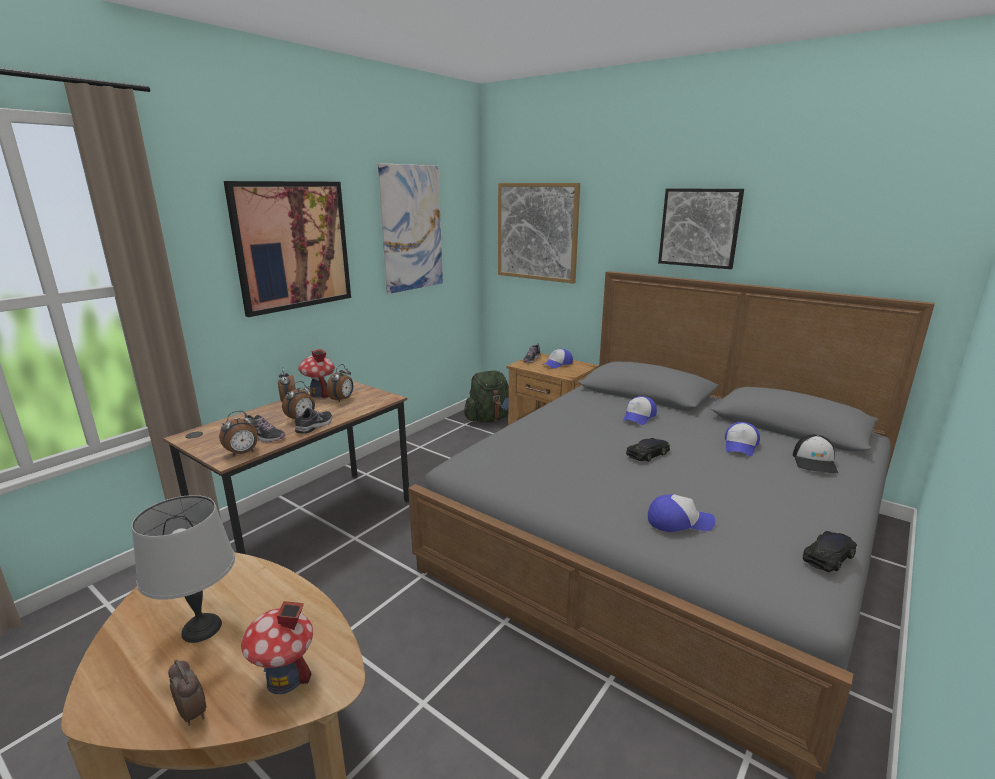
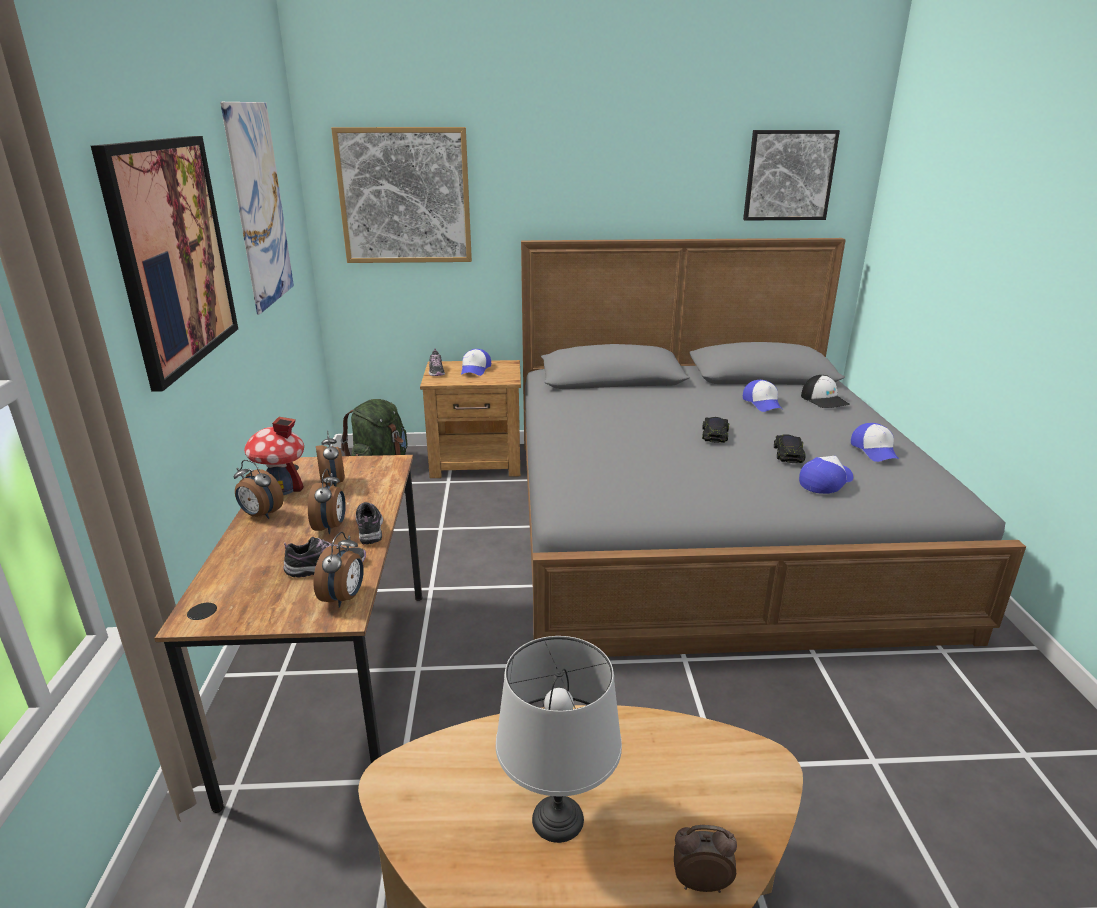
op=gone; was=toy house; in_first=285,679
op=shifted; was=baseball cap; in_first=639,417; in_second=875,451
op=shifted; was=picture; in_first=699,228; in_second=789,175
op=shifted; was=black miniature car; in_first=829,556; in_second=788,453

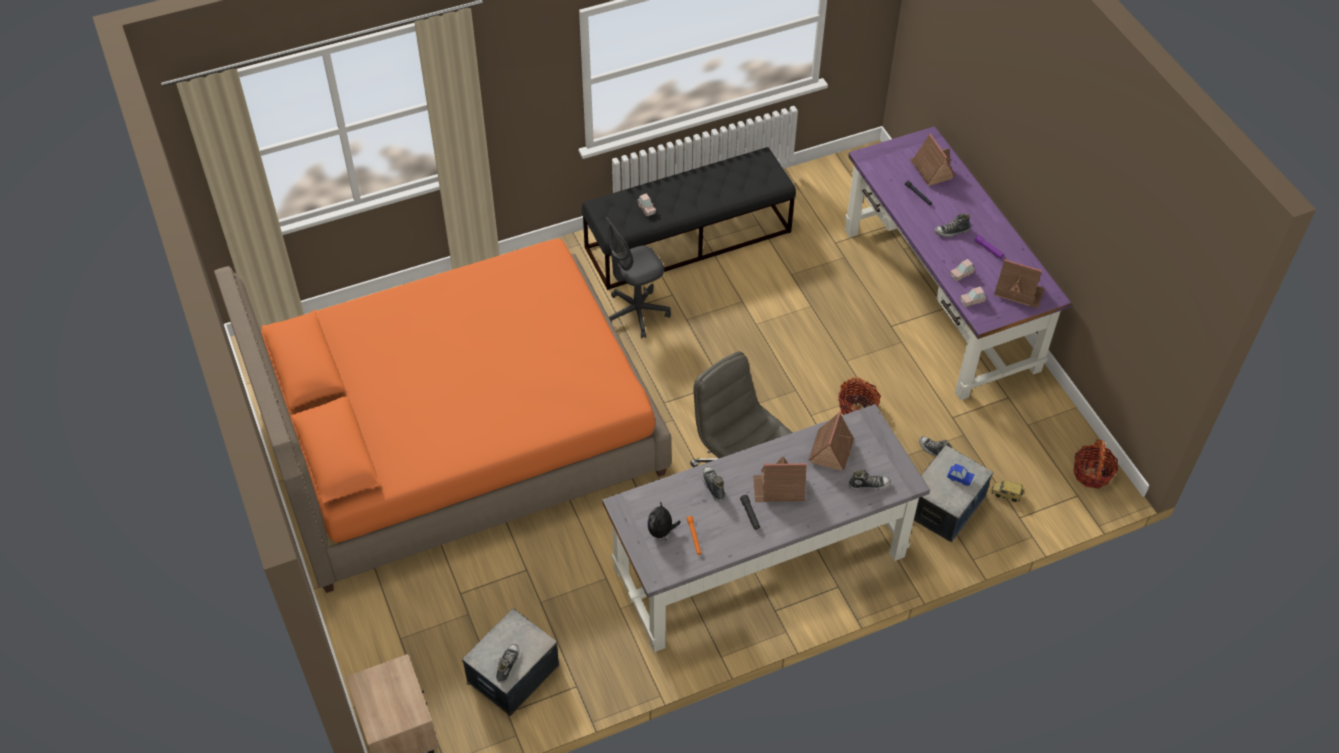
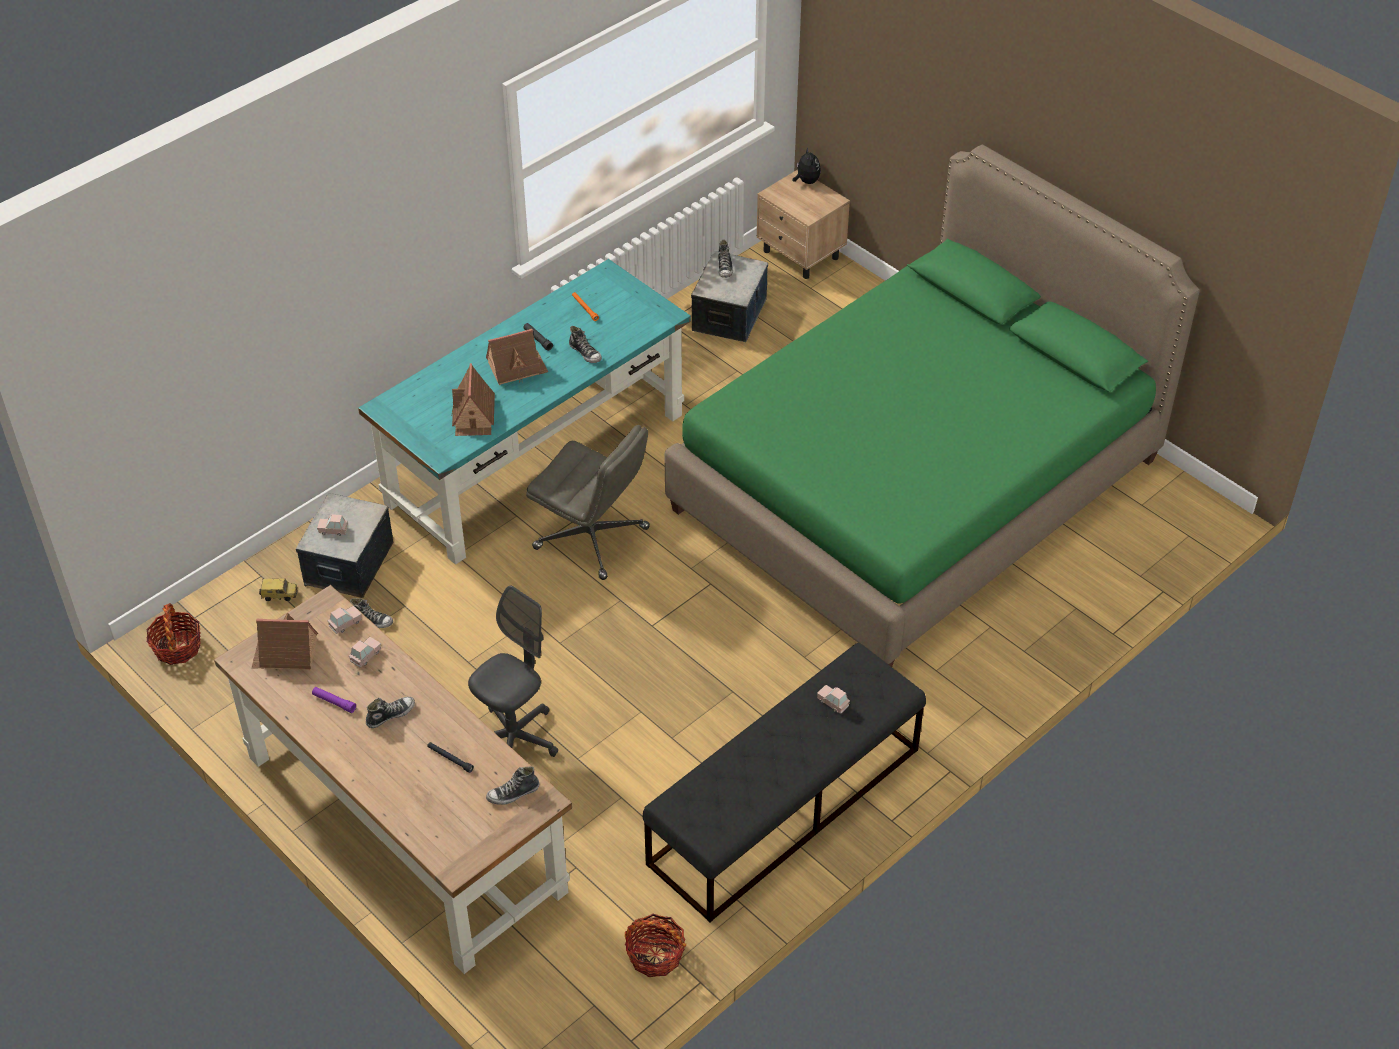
op=repainted; was=orange bed; now=green-coloured bed; in_first=459,437; in_second=915,485
op=repainted; was=greyish desk table; now=blue-green desk table; in_first=759,563; in_second=536,457
op=shifted; was=greyish desk chair; in_first=636,313; in_second=514,739
op=shifted; was=cuddly toy; in_first=661,531; in_second=806,181
op=shifted; was=basket; in_first=857,408; in_second=655,955
op=repainted; was=purplish desk table; now=brown-coloured desk table; in_first=940,299; in_second=402,823
op=shifted; was=shoe; in_first=869,484; in_second=513,794
op=gone; was=toy house; in_first=931,170
op=repainted; was=blue-coloured miniature car; now=pink miniature car; in_first=959,478; in_second=333,530

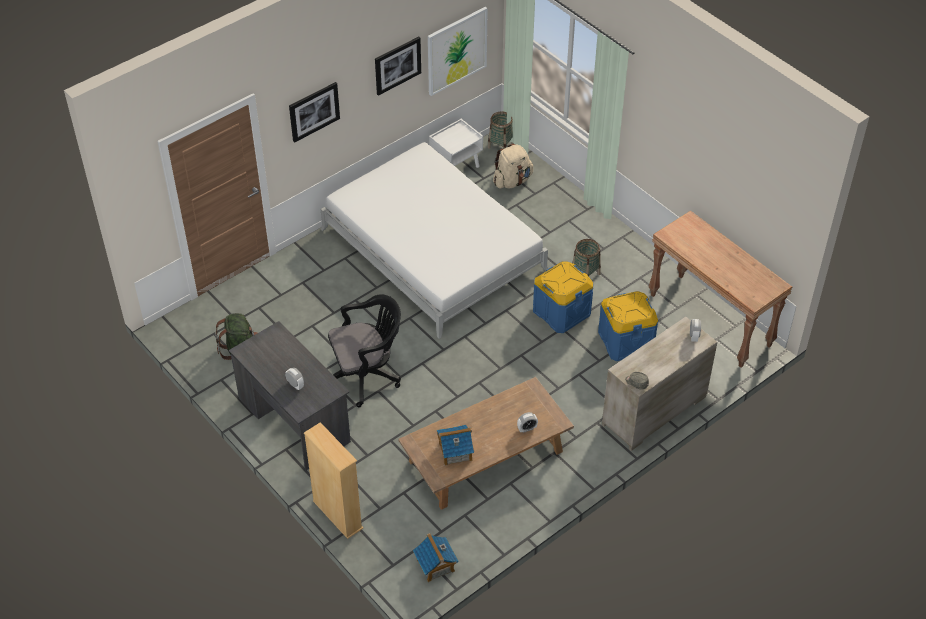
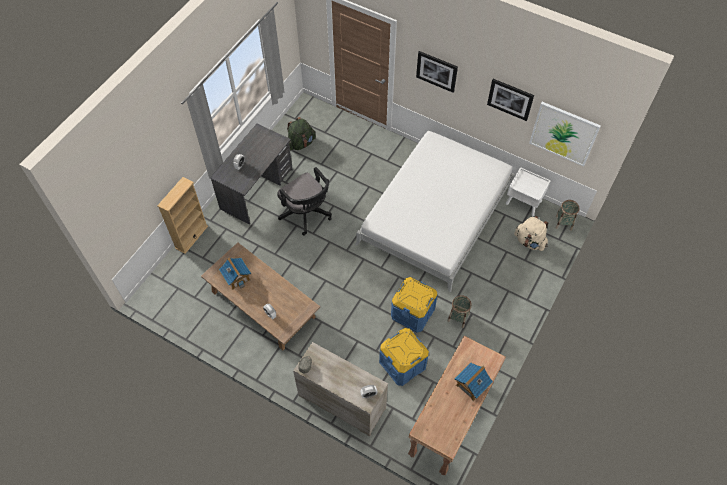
op=shifted; was=toy house; in_first=435,565; in_second=471,385

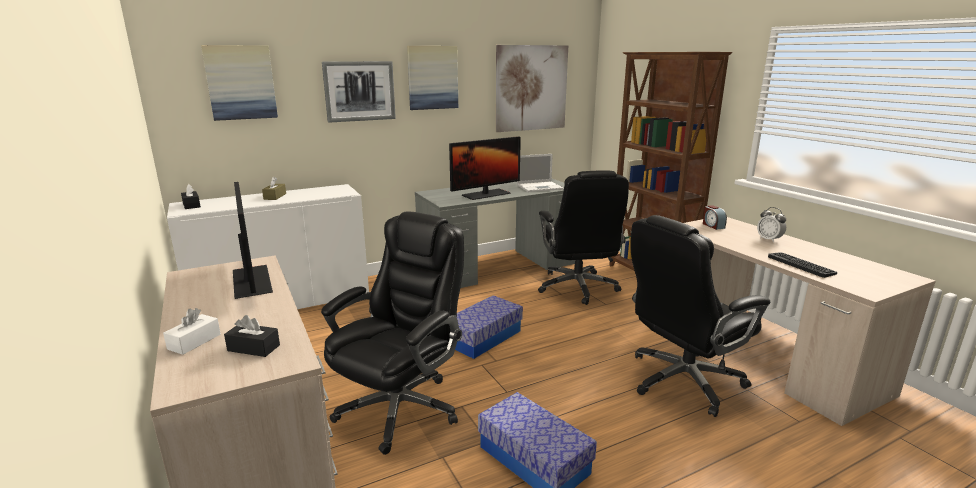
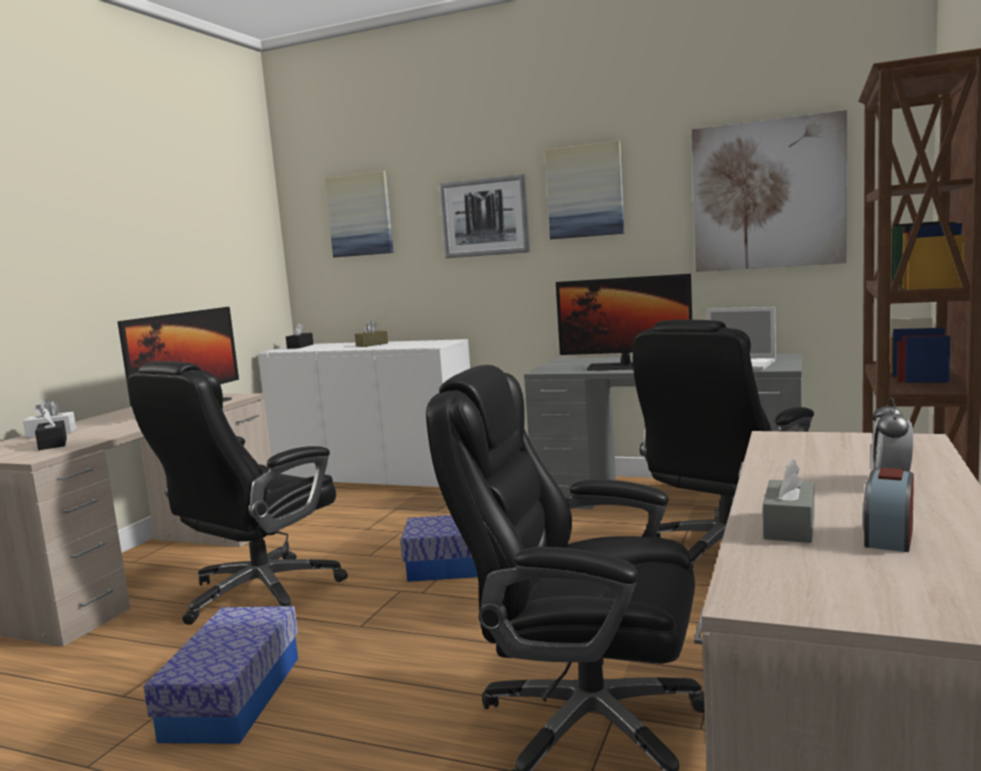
op=rotated; was=black desk chair; in_first=400,407; in_second=258,594; clockwise=135
op=shifted; was=alarm clock; in_first=713,226; in_second=888,537
op=swapped; was=keyboard; now=greyish tissue holder; in_first=801,265; in_second=789,526

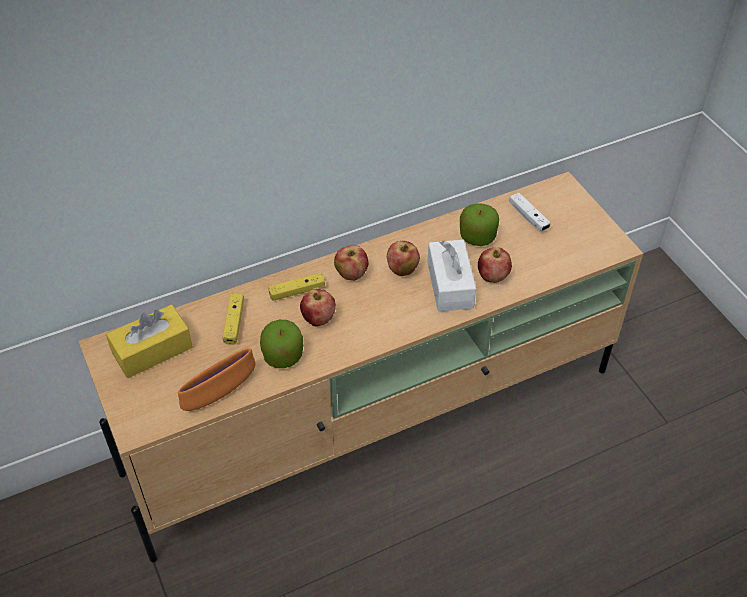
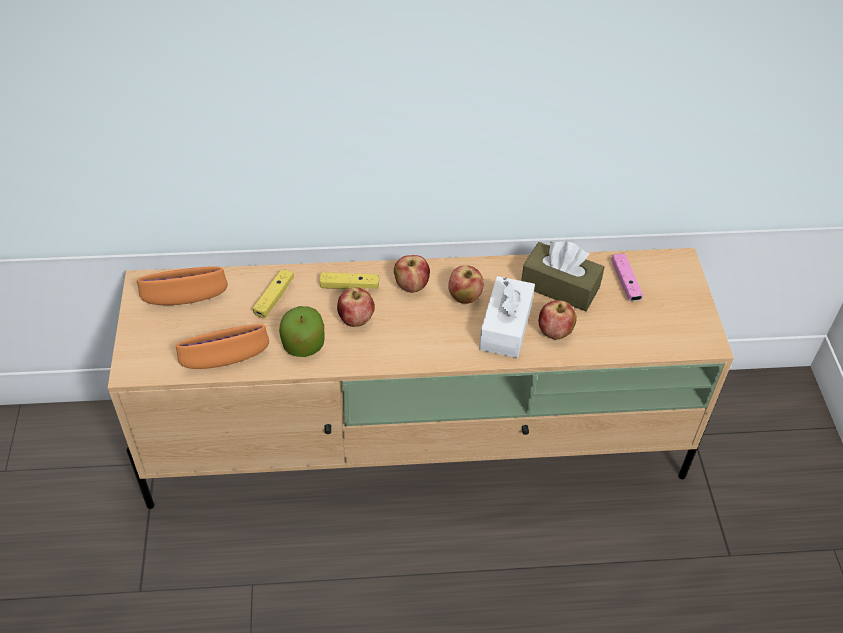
op=swapped; was=yellow tissue holder; now=orange bowl; in_first=152,350; in_second=186,300
op=swapped; was=whole apple; now=brown-coloured tissue holder; in_first=477,236; in_second=560,286
op=repainted; was=white game controller; now=pink game controller; in_first=528,217; in_second=625,282

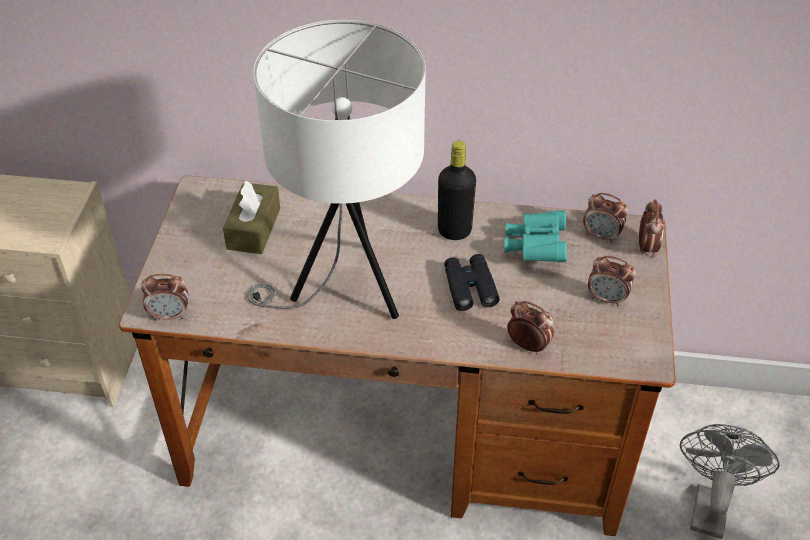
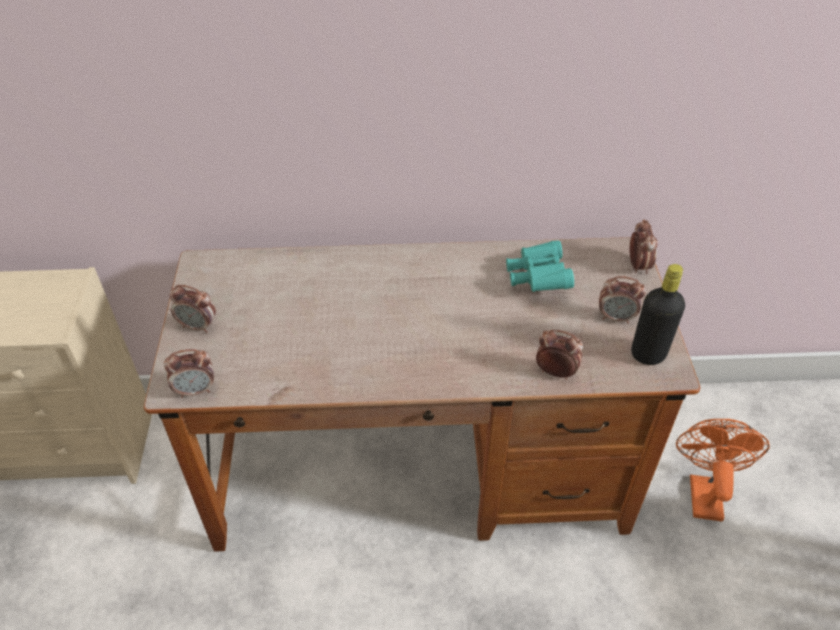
op=gone; was=brown-coloured tissue holder; in_first=254,228
op=gone; was=white lamp for a table; in_first=344,288
op=shifted; was=black drink bottle; in_first=454,231; in_second=648,354
op=gone; was=black binoculars; in_first=470,287
op=shifted; was=alarm clock; in_first=601,236; in_second=198,326
op=repainted; was=greyish cooling fan; now=orange cooling fan; in_first=709,504; in_second=703,491

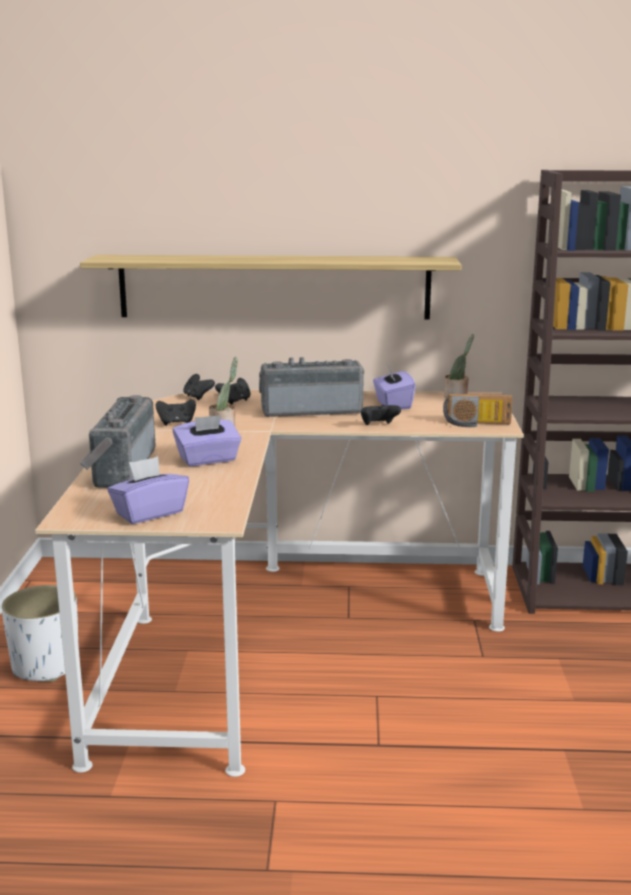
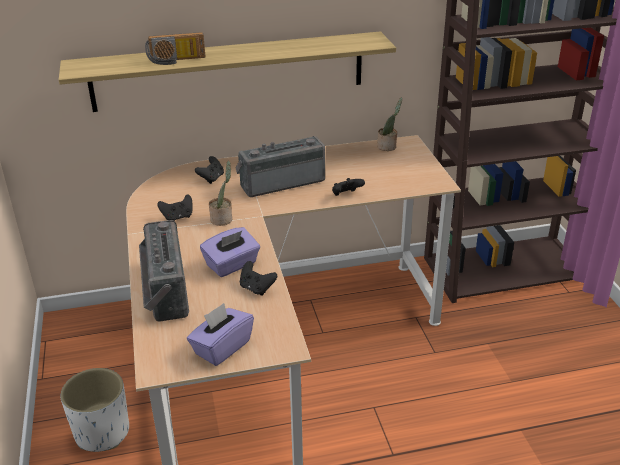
op=shifted; was=black game controller; in_first=197,397; in_second=256,288
op=gone; was=purplish tissue holder; in_first=392,404
op=shifted; was=radio receiver; in_first=476,424; in_second=176,60

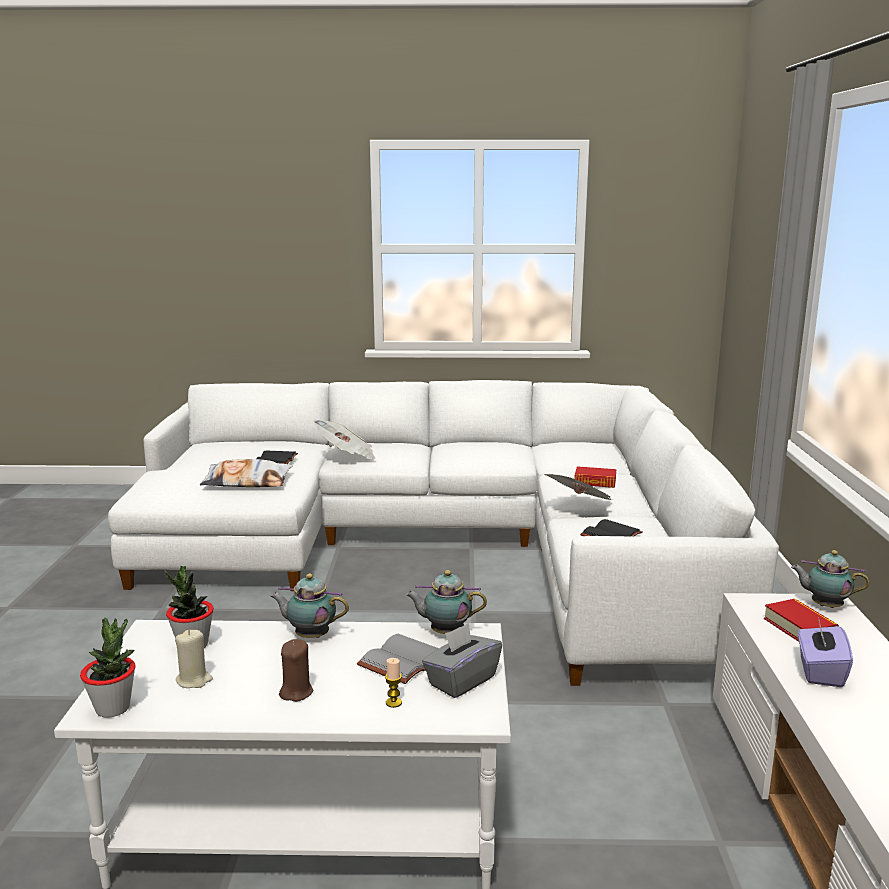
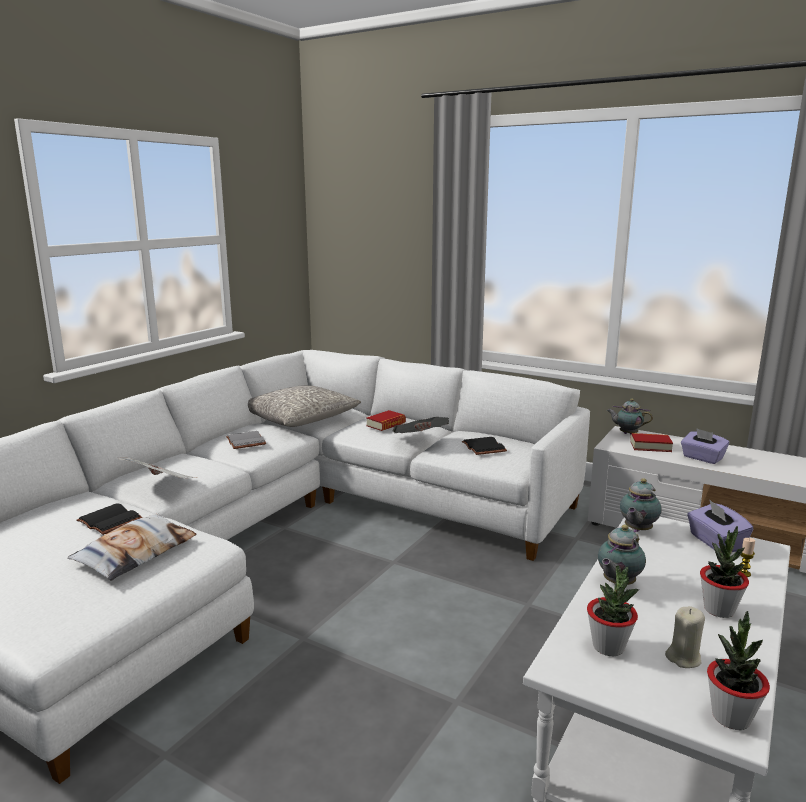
op=swapped; was=brown-coloured wax light; now=houseplant; in_first=296,692; in_second=718,609
op=shifted; was=greyish bound book; in_first=401,659; in_second=244,441
op=repainted; was=greyish tissue holder; now=purplish tissue holder; in_first=461,680; in_second=715,542
op=rotated; was=pot for tea; in_first=824,606; in_second=626,433; clockwise=60
op=new; now=greyish throw pillow; in_second=299,418

